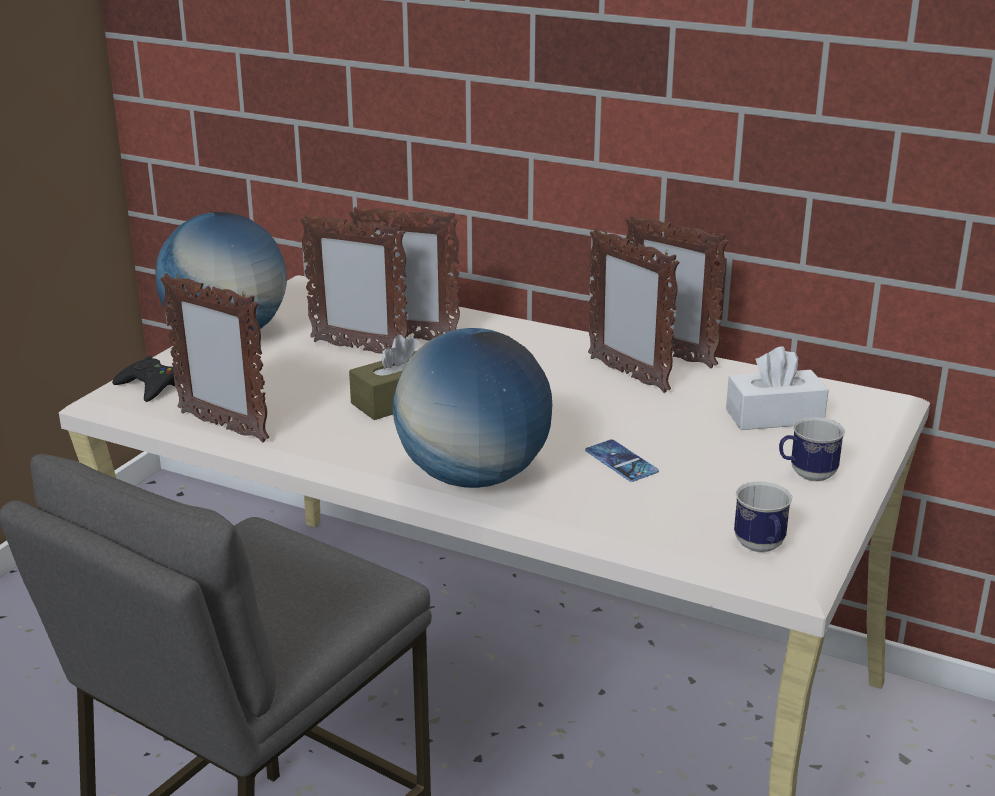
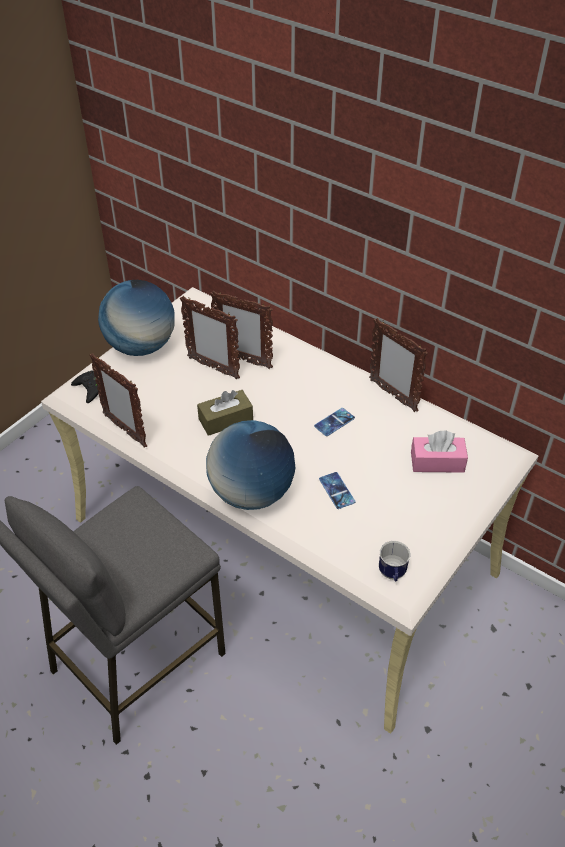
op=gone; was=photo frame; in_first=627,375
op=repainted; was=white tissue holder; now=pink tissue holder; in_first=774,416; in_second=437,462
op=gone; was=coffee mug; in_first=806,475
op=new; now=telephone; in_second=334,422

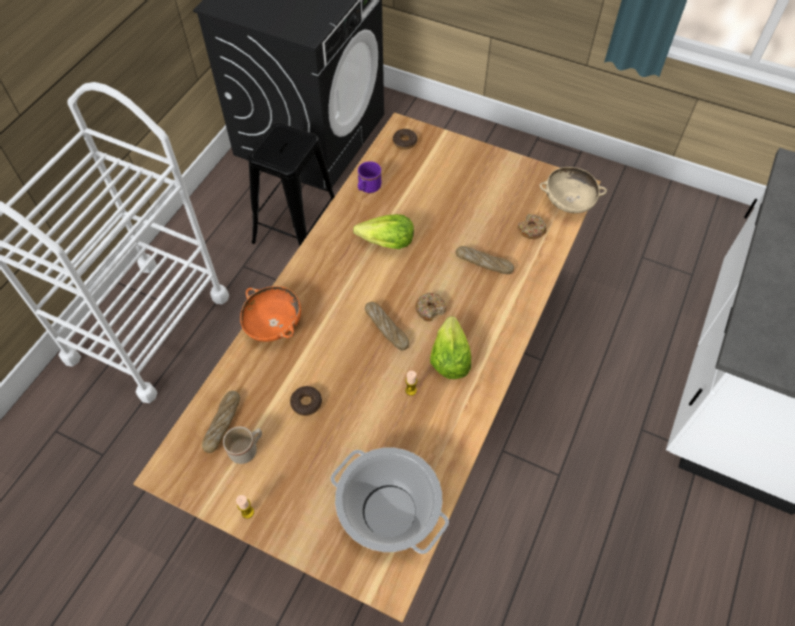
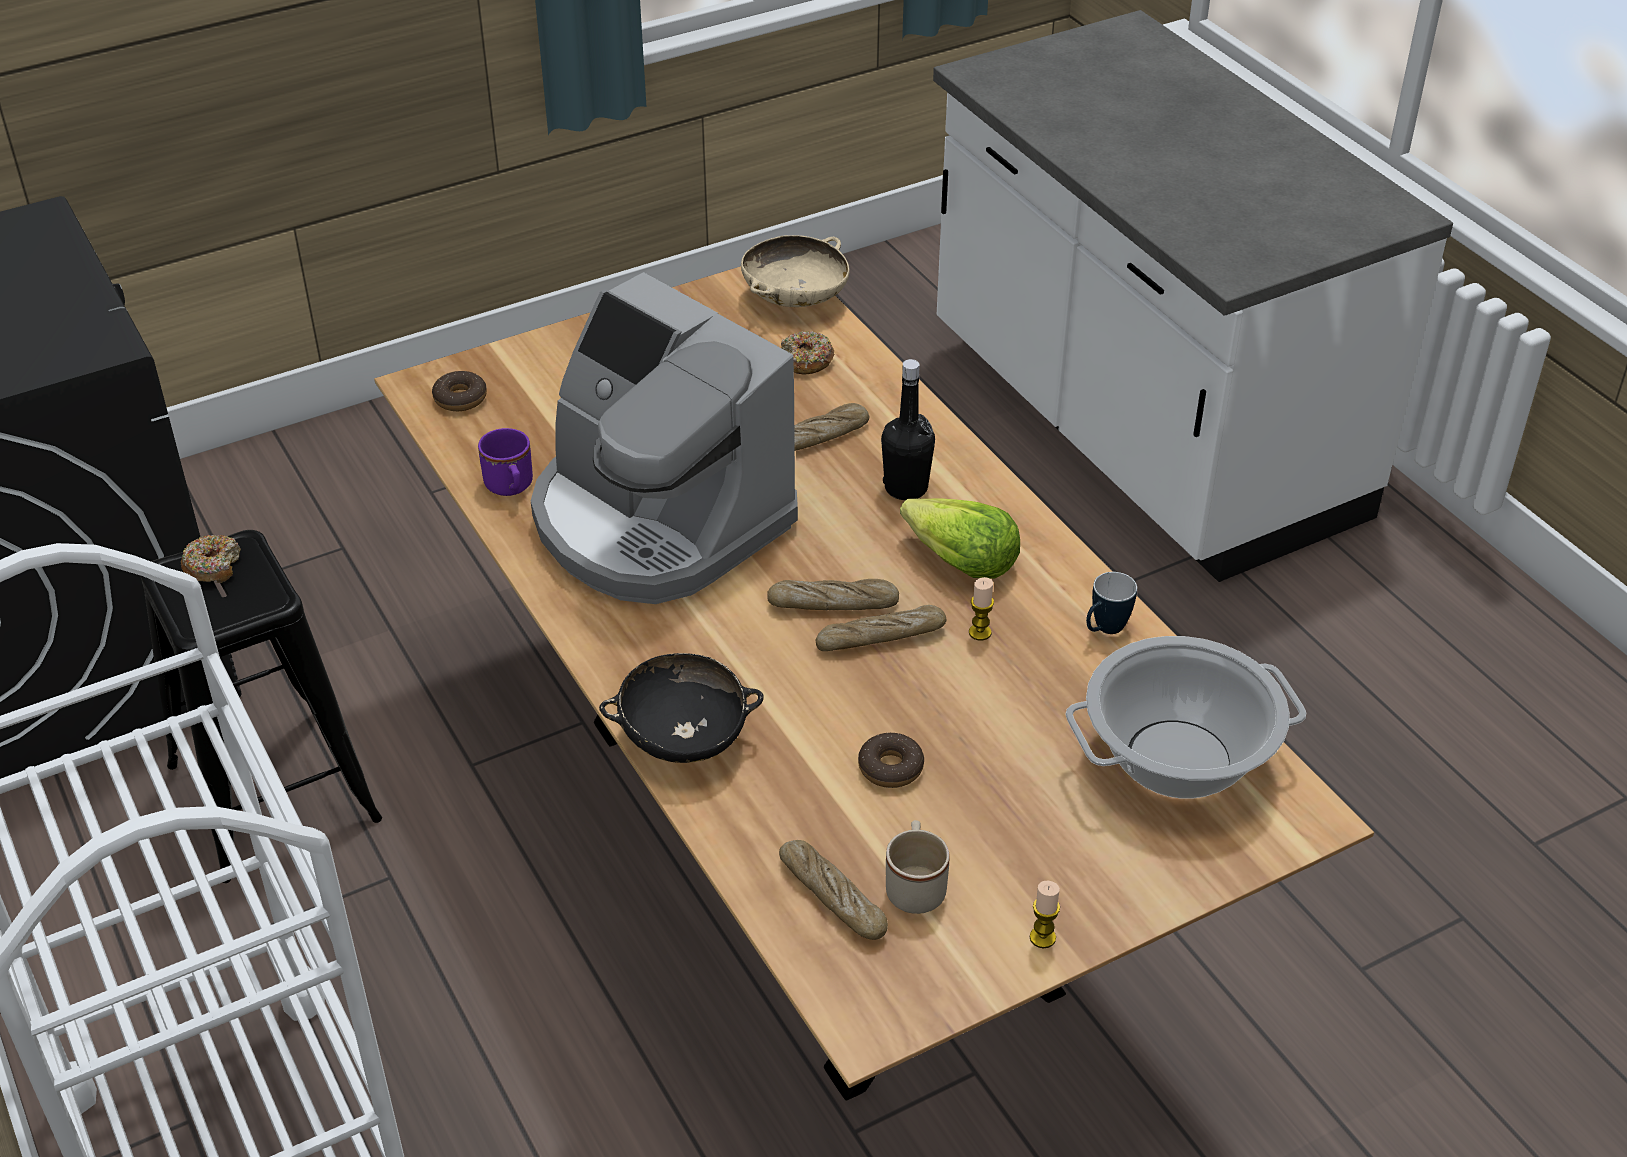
op=repainted; was=orange bowl; now=black bowl; in_first=273,325; in_second=684,738
op=swapped; was=lettuce; now=coffee machine; in_first=386,243; in_second=657,522
op=shifted; was=ring doughnut; in_first=430,309; in_second=213,566
op=new; now=bakery bread; in_second=880,638
op=new; now=black drink bottle; in_second=906,488
op=new; now=coffee mug; in_second=1104,630

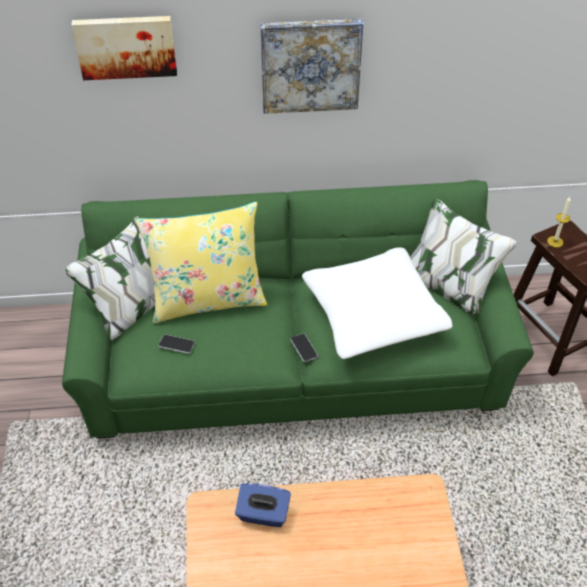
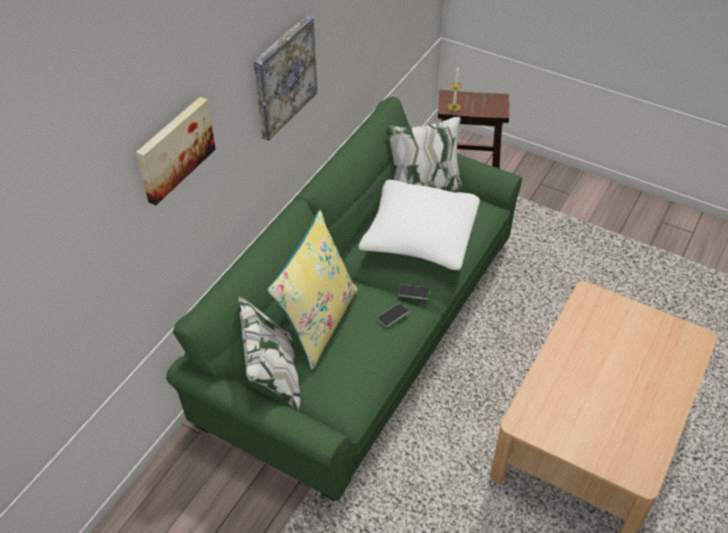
op=shifted; was=telephone; in_first=176,344; in_second=393,315
op=gone; was=blue-coloured tissue holder; in_first=263,514

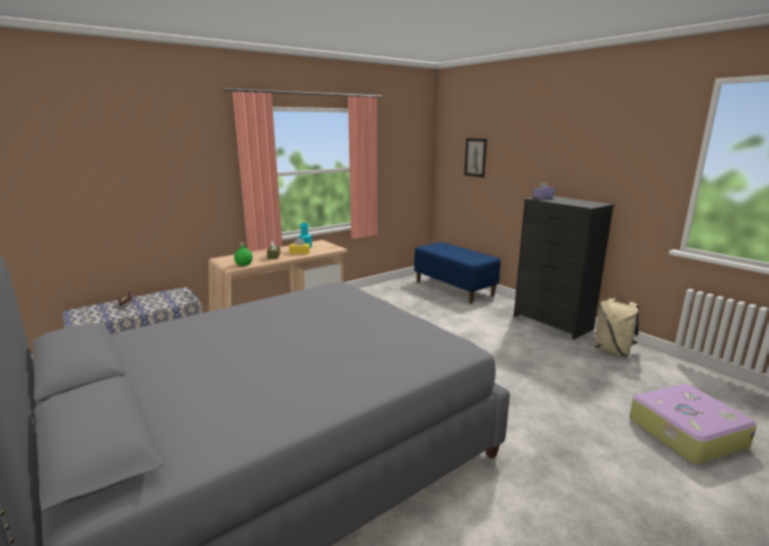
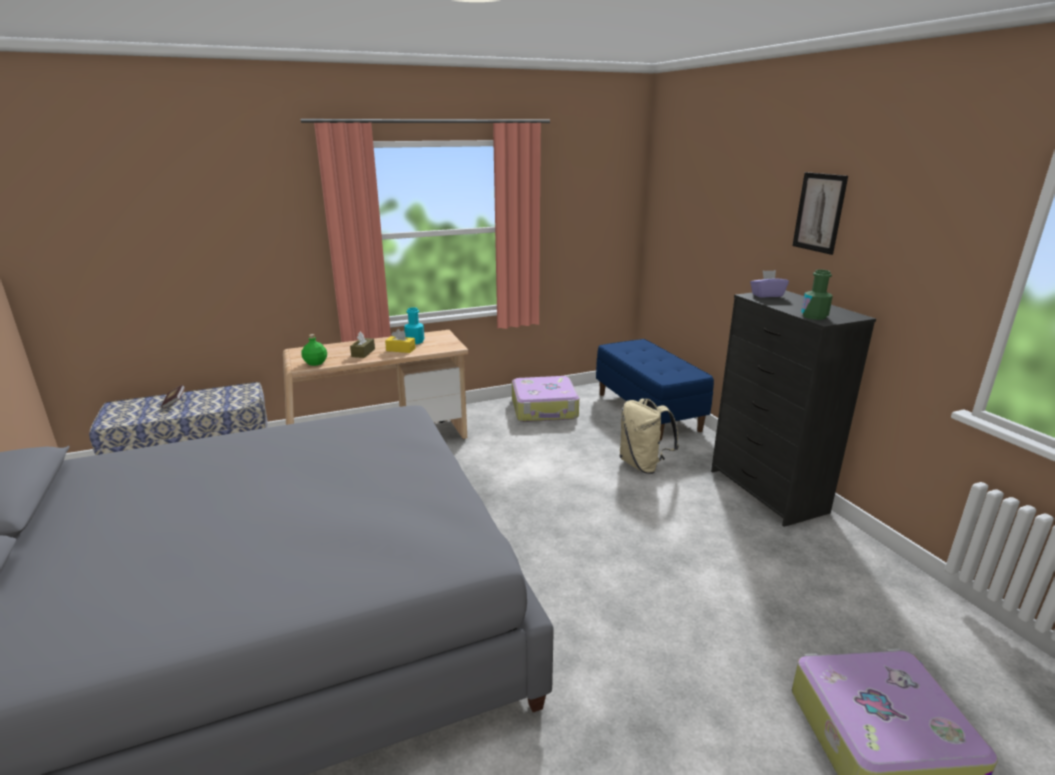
op=shifted; was=picture; in_first=475,157; in_second=819,212
op=shifted; was=sand-coloured backpack; in_first=613,351; in_second=643,465
op=new; now=suitcase; in_second=545,409
op=new; now=green-coloured drink bottle; in_second=814,316

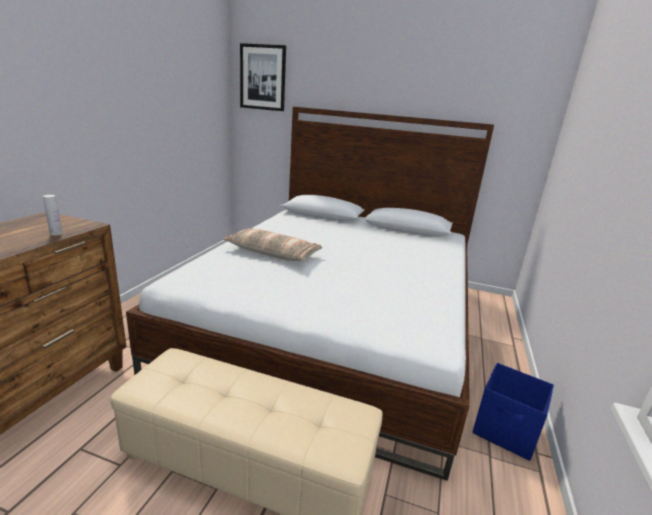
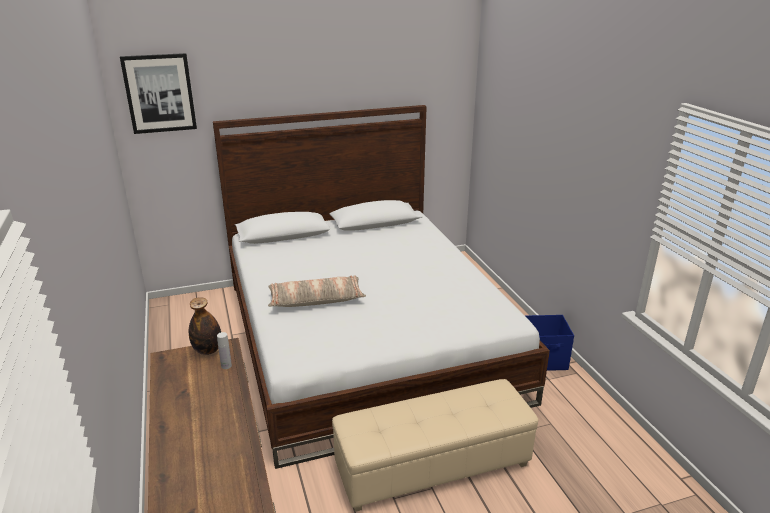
op=new; now=drink bottle; in_second=208,350

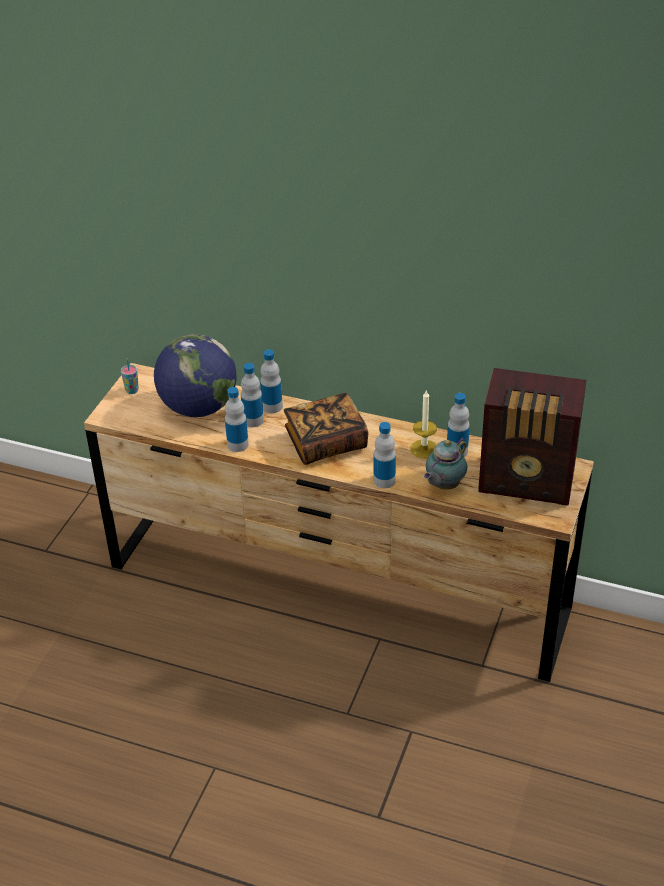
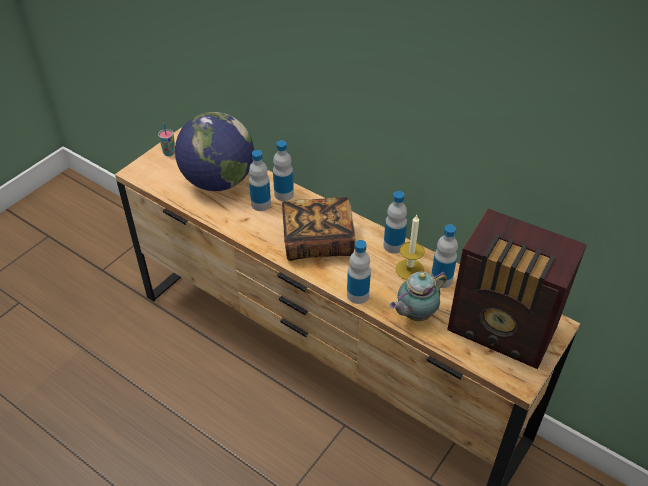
op=shifted; was=drink bottle; in_first=238,445; in_second=393,246

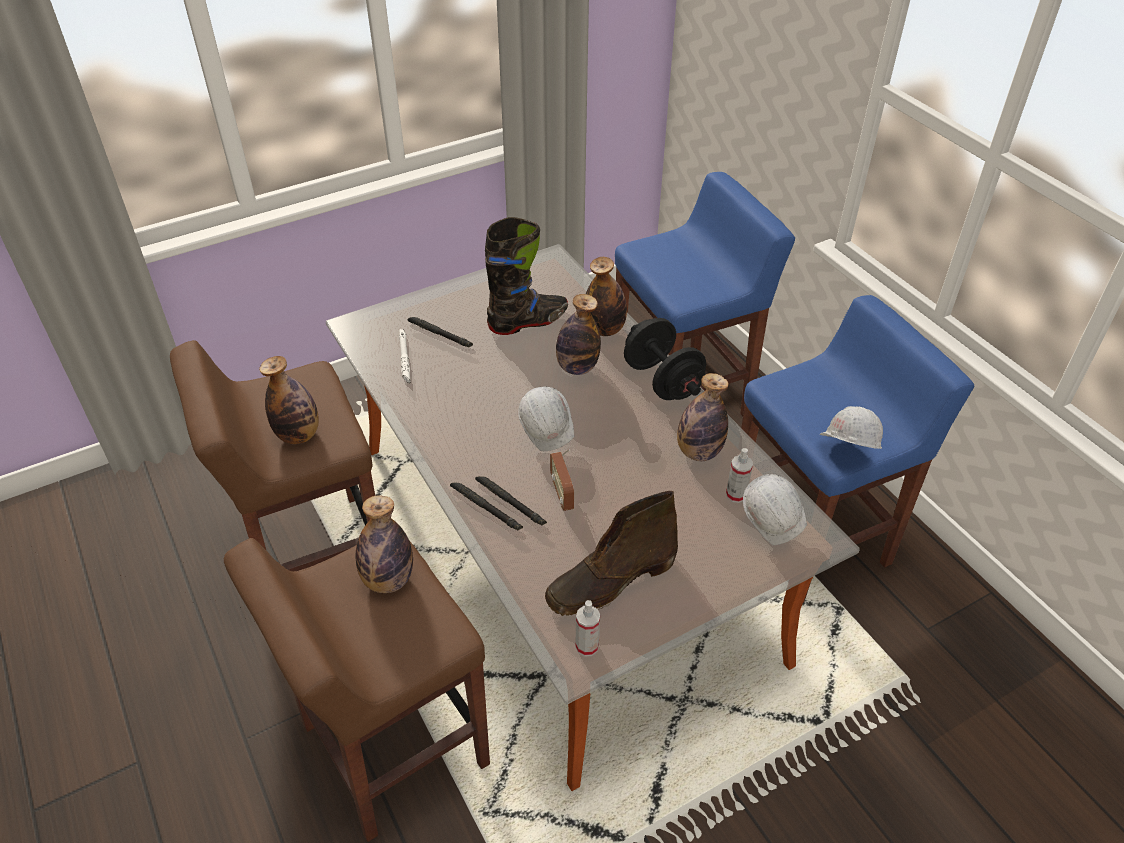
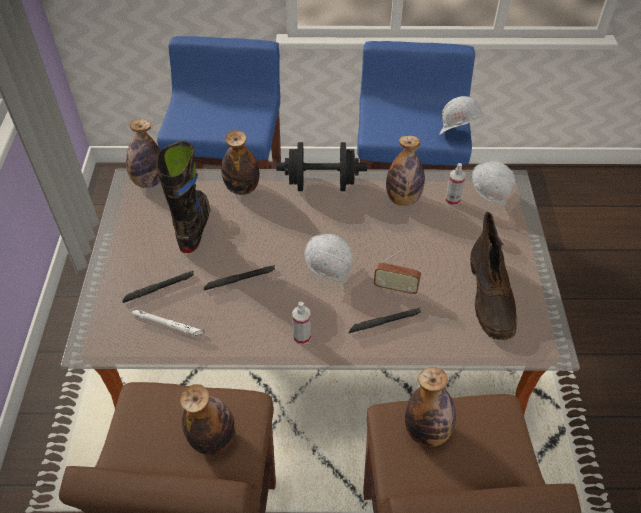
op=shifted; was=black flashlight; in_first=486,508; in_second=240,279
op=shifted; was=drink bottle; in_first=577,367; in_second=149,181
op=shifted; was=sprayer; in_first=587,646; in_second=302,337

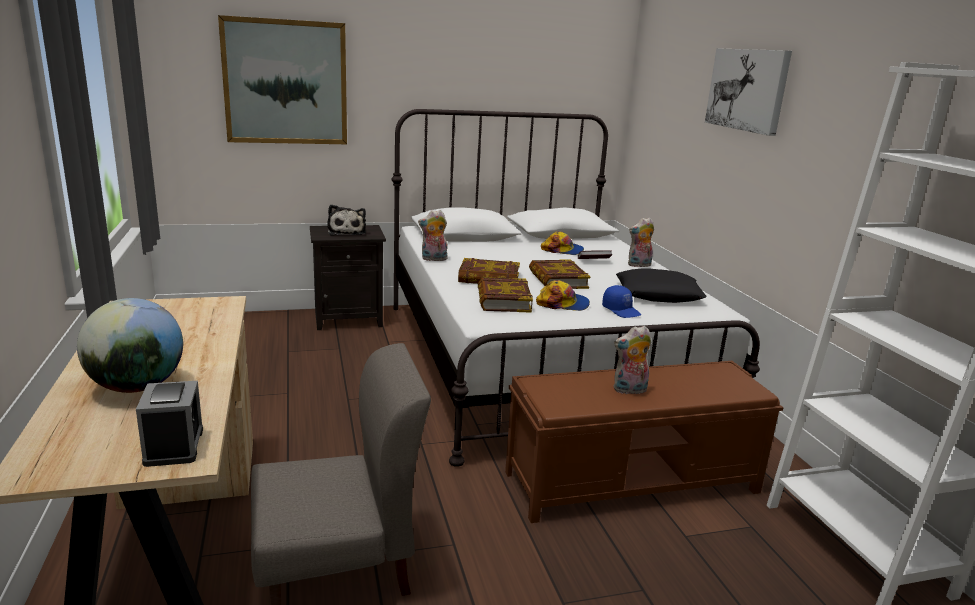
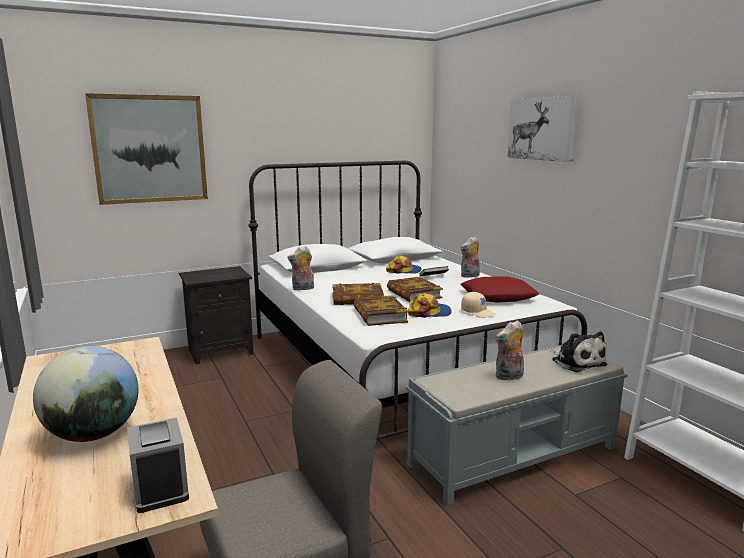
op=shifted; was=cuddly toy; in_first=346,232; in_second=576,362
op=repainted; was=brown-coloured bench; now=greyish bench; in_first=633,482; in_second=515,455
op=repainted; was=blue-coloured baseball cap; now=sand-coloured baseball cap; in_first=621,310; in_second=478,312
op=repainted; was=black throw pillow; now=red throw pillow; in_first=658,294; in_second=498,296

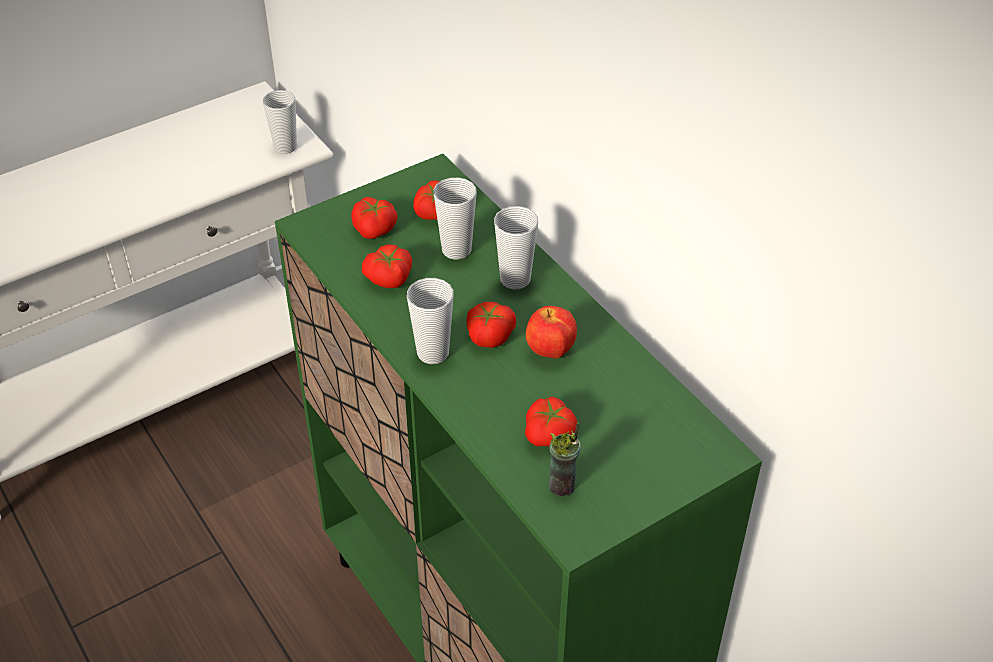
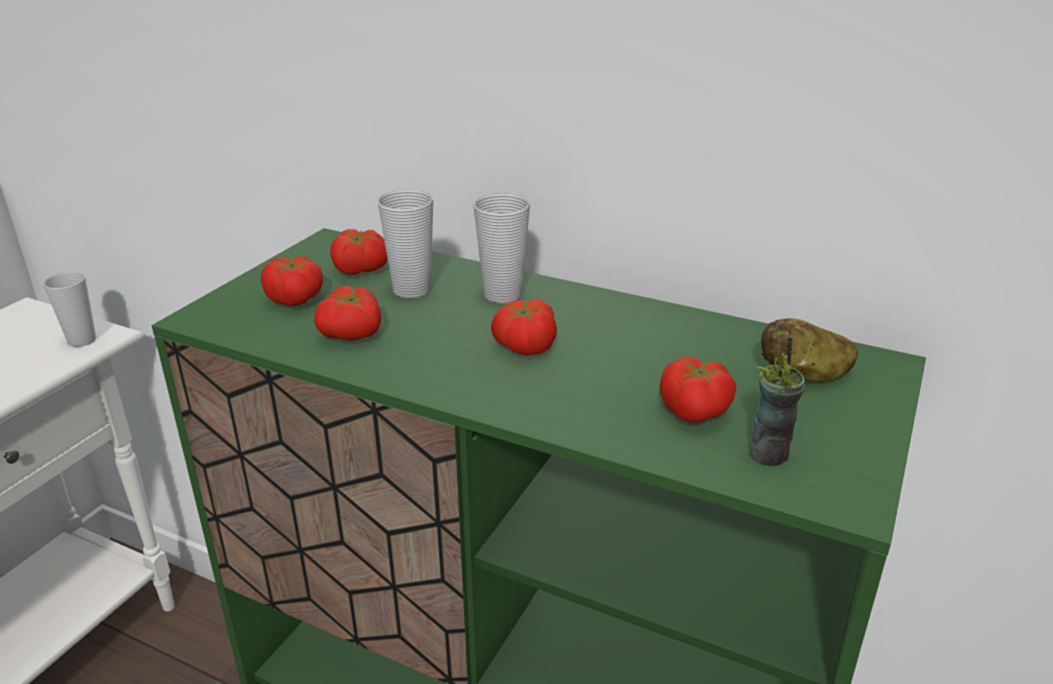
op=gone; was=drinking cup; in_first=433,353
op=gone; was=whole apple; in_first=550,352
op=new; now=whole potato; in_second=805,375

